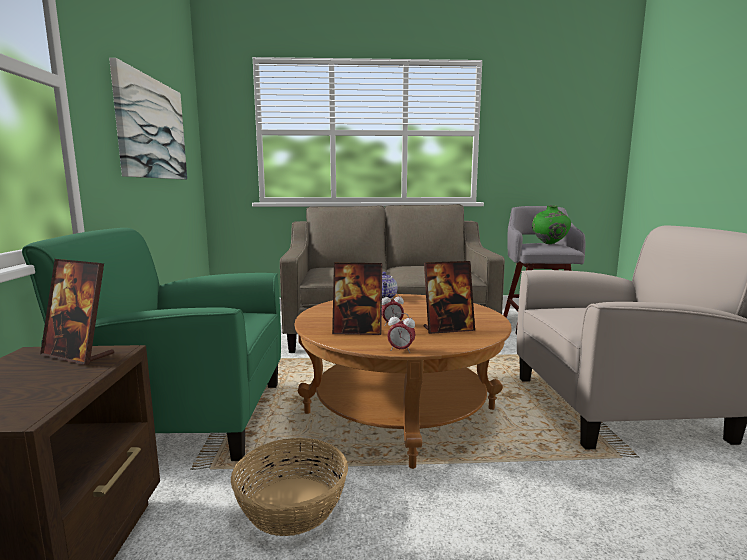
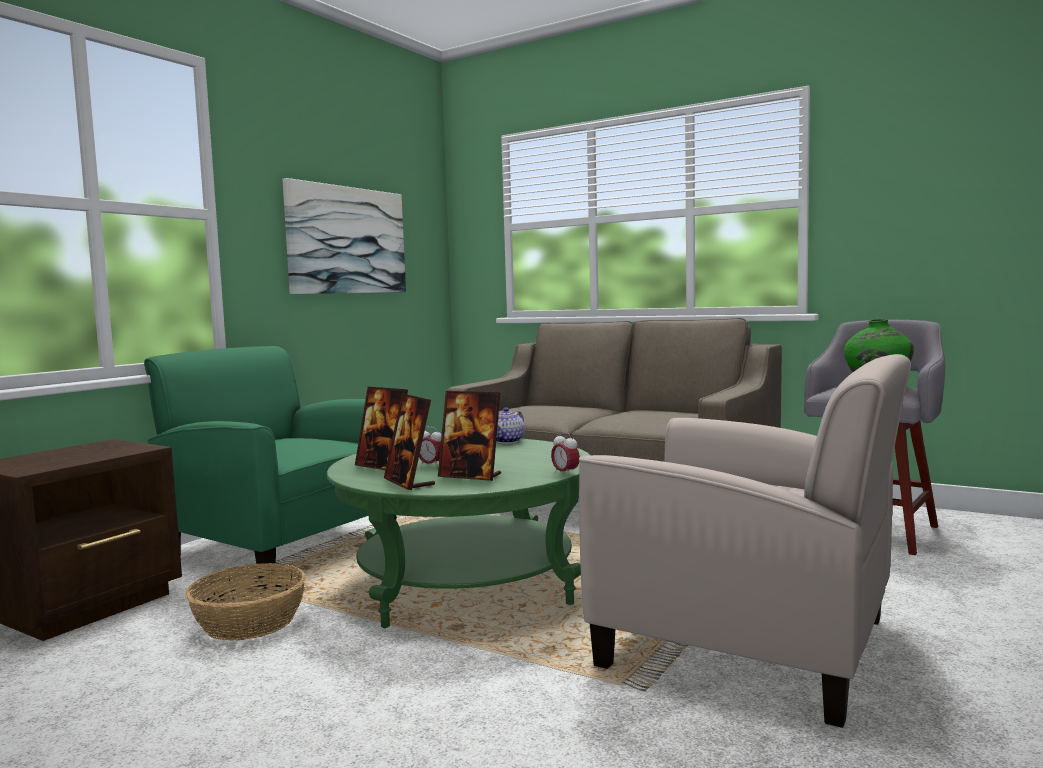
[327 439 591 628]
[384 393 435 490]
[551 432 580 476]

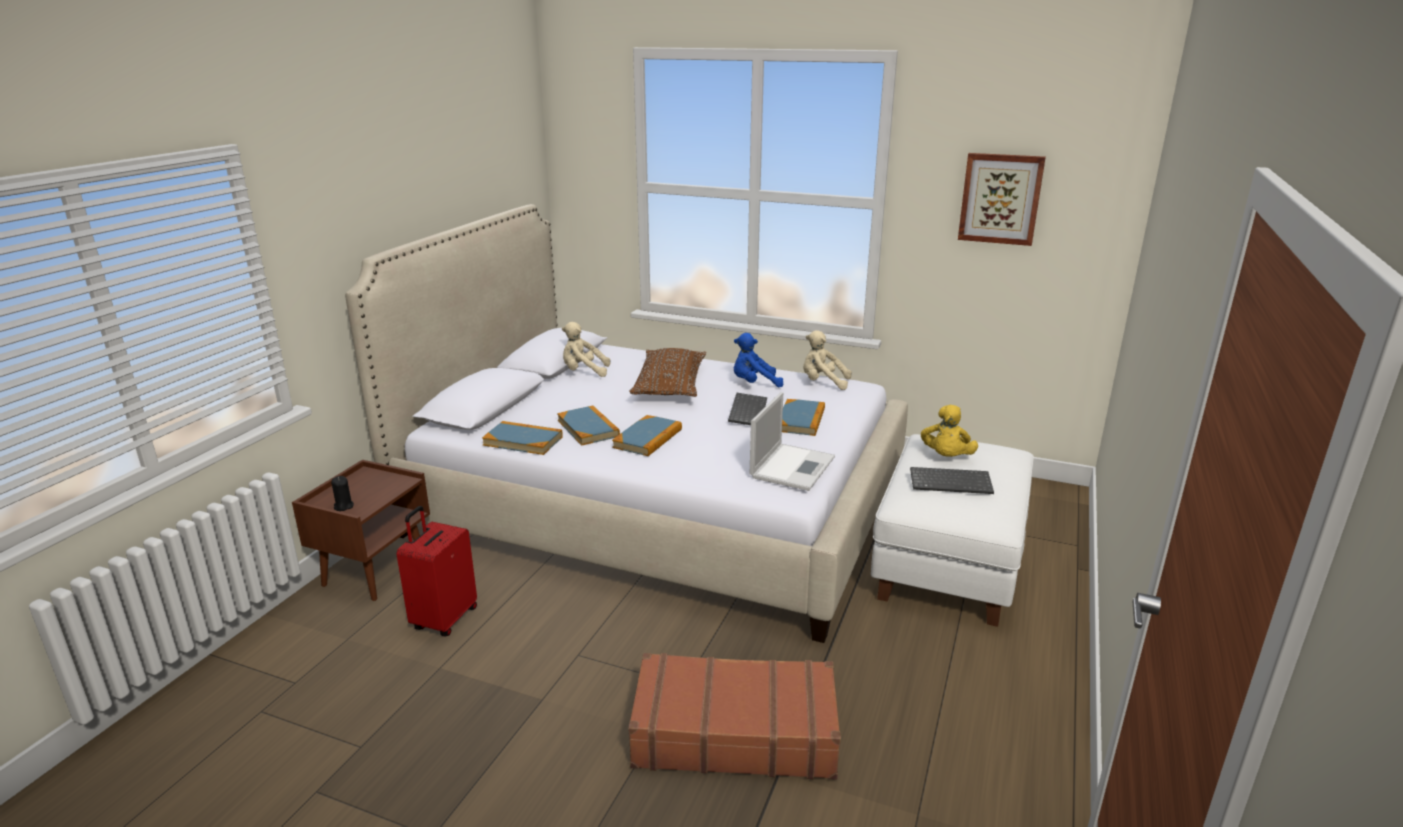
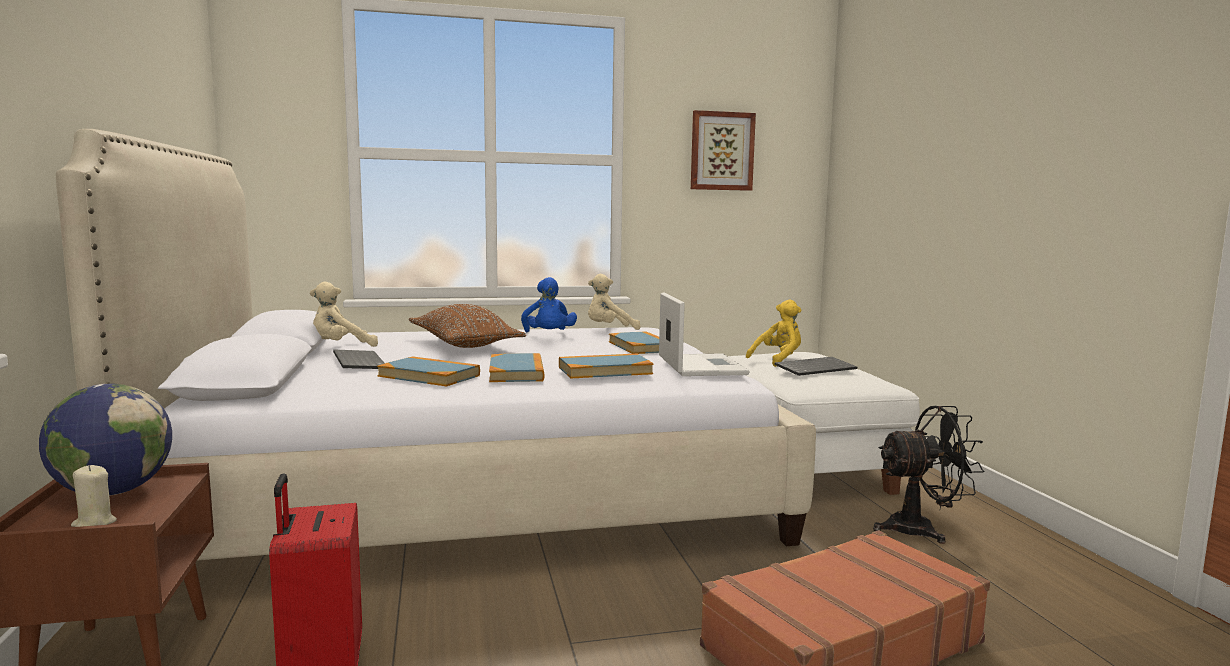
[39 384 172 496]
[71 465 117 527]
[333 349 385 369]
[521 277 577 333]
[559 354 653 378]
[746 300 801 367]
[873 406 984 544]

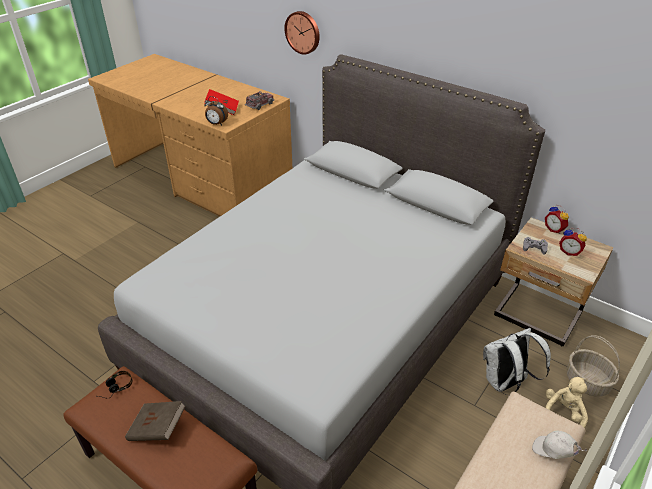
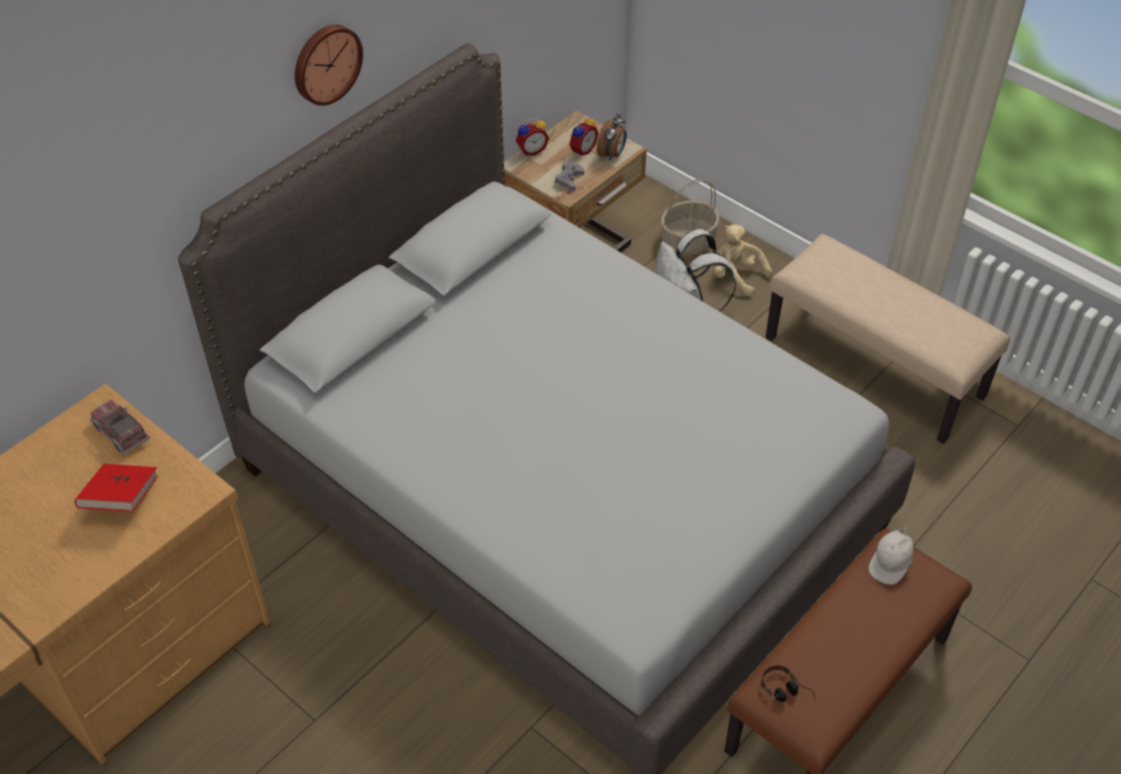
[295 25 363 106]
[597 113 627 161]
[869 524 914 585]
[125 401 186 441] (first image)

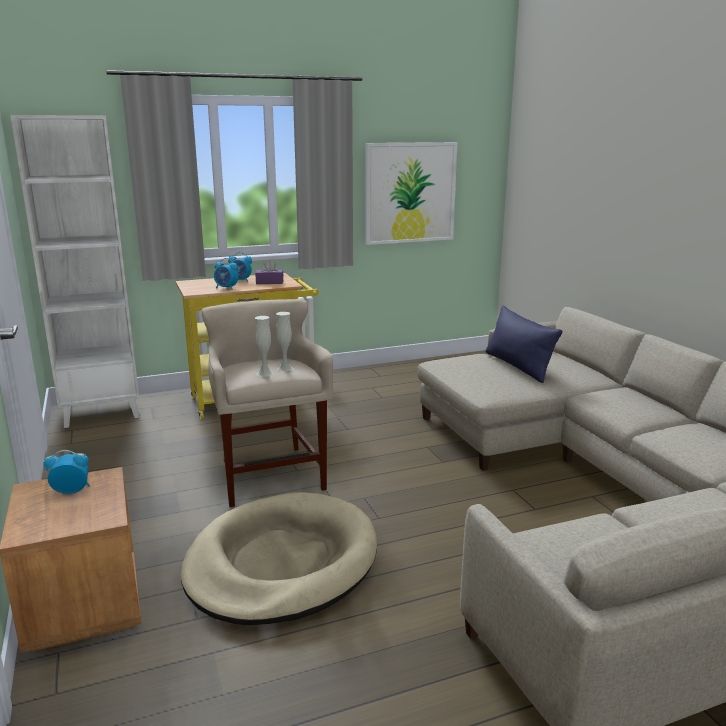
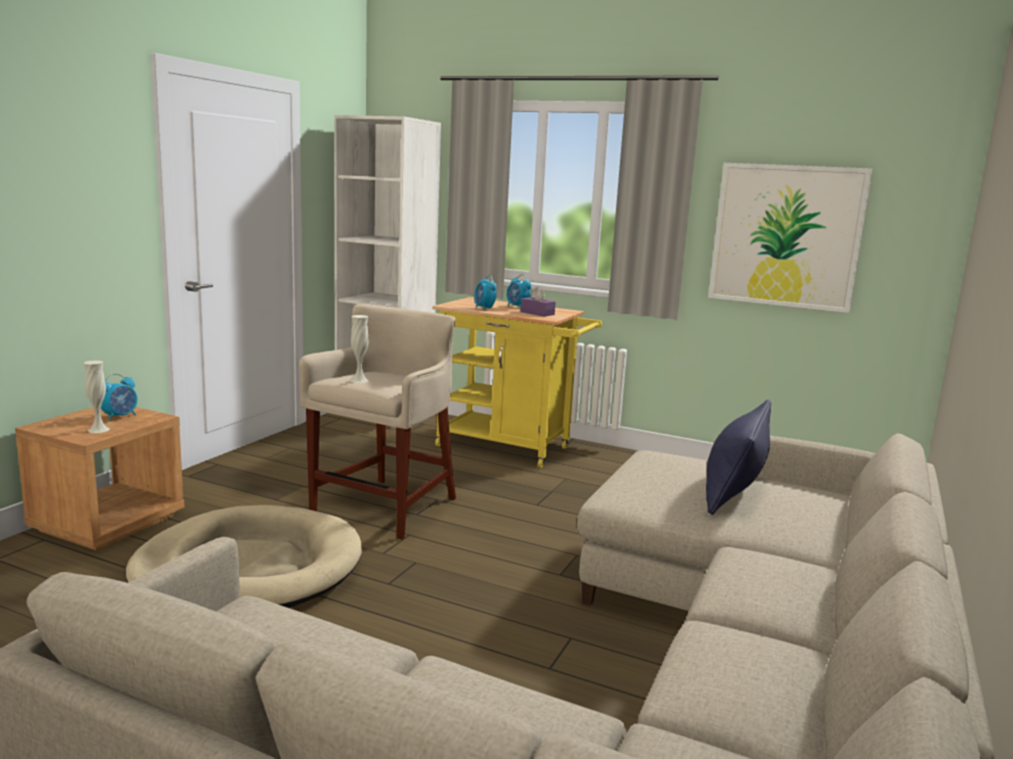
[84 360 110 433]
[101 373 137 421]

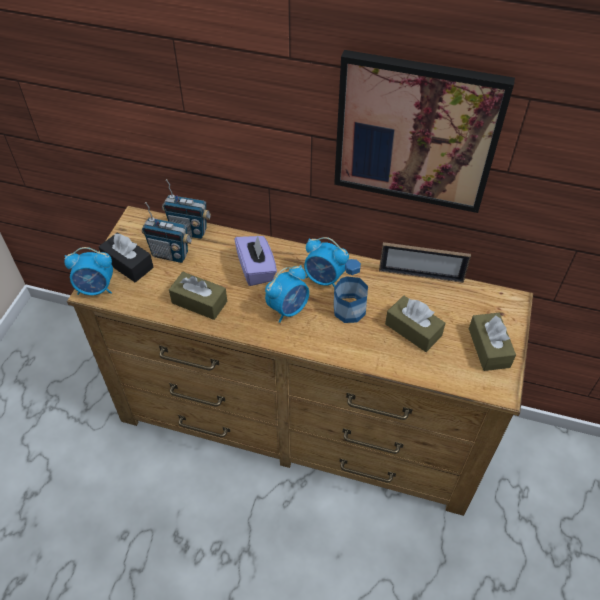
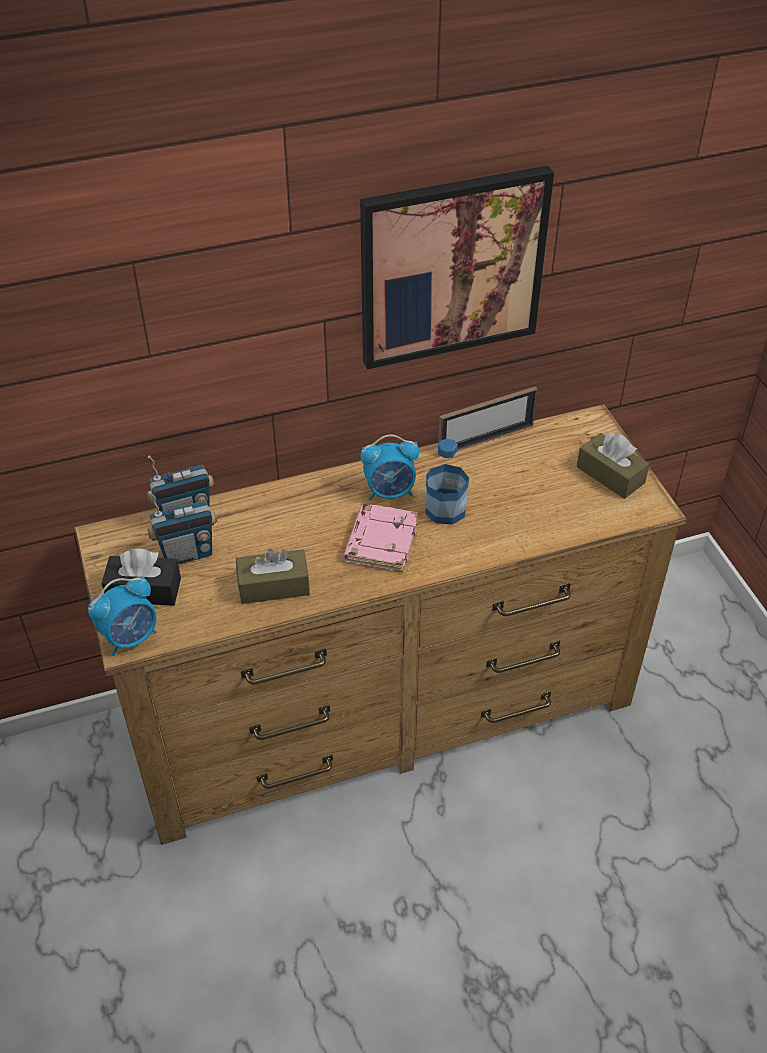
[344 504 418 572]
[234 236 277 286] (first image)
[385 296 446 352] (first image)

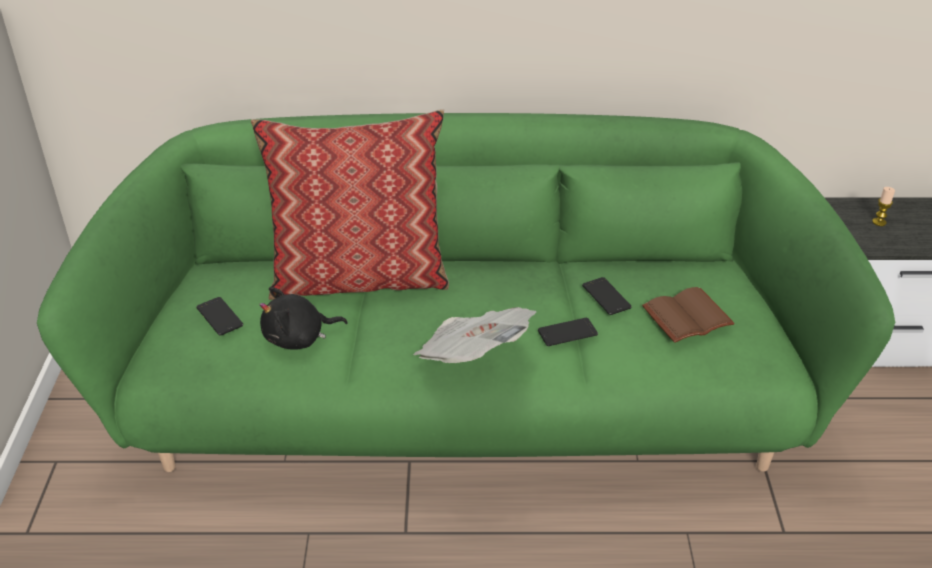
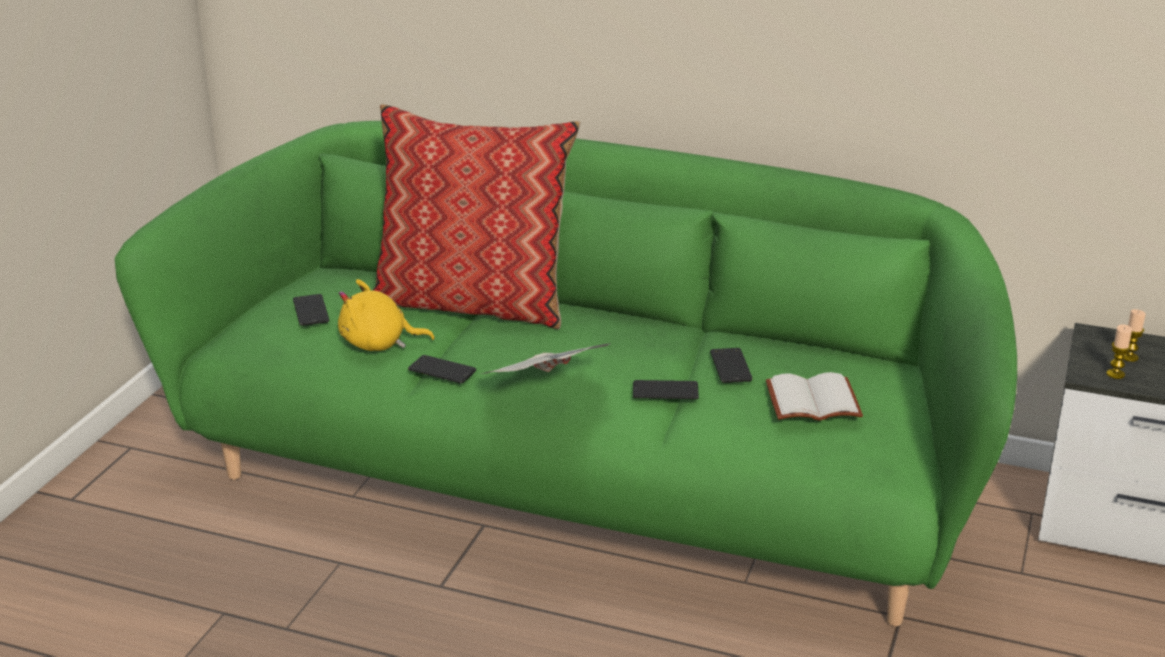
[338 279 435 351]
[408 355 476 384]
[766 372 863 421]
[1106 324 1132 379]

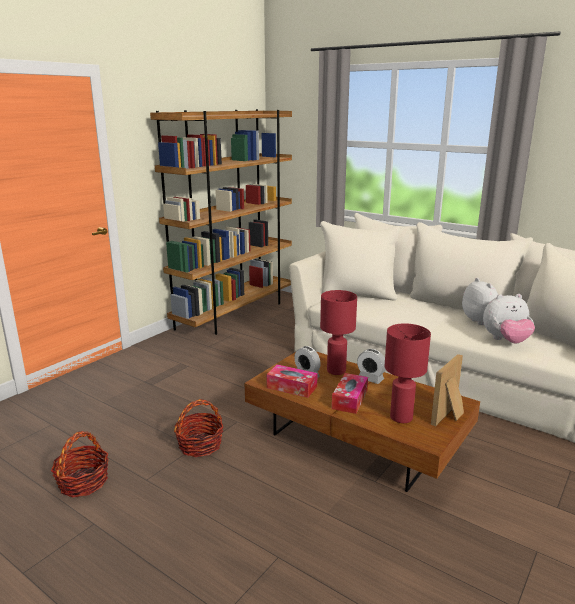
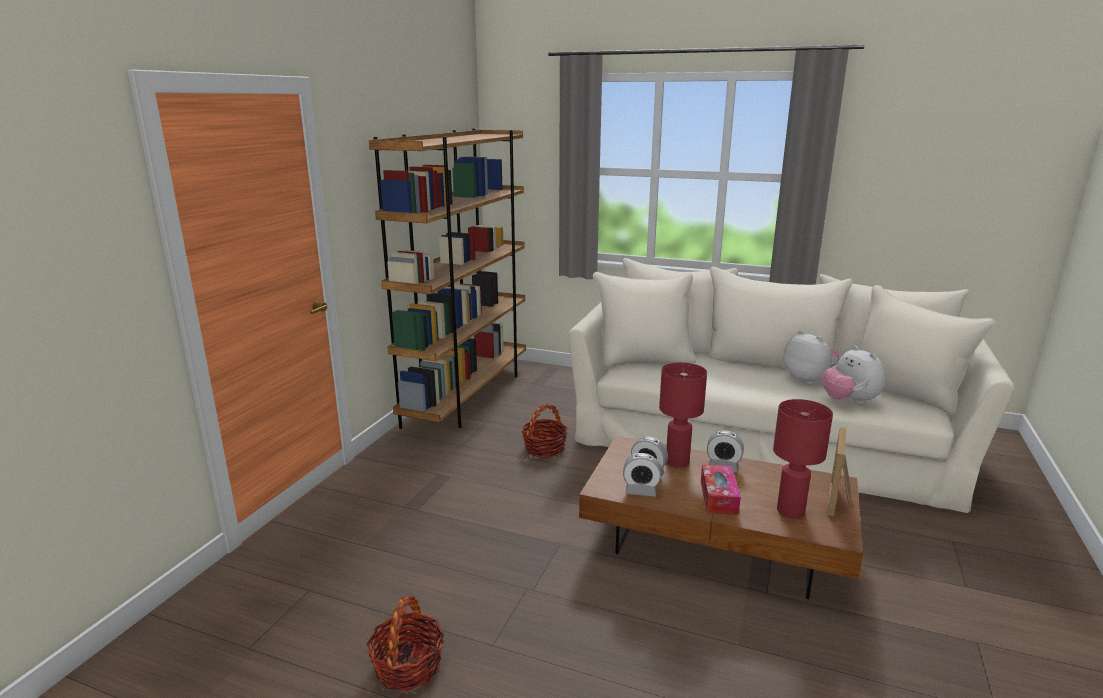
[522 404 567 458]
[623 453 661 496]
[822 346 886 405]

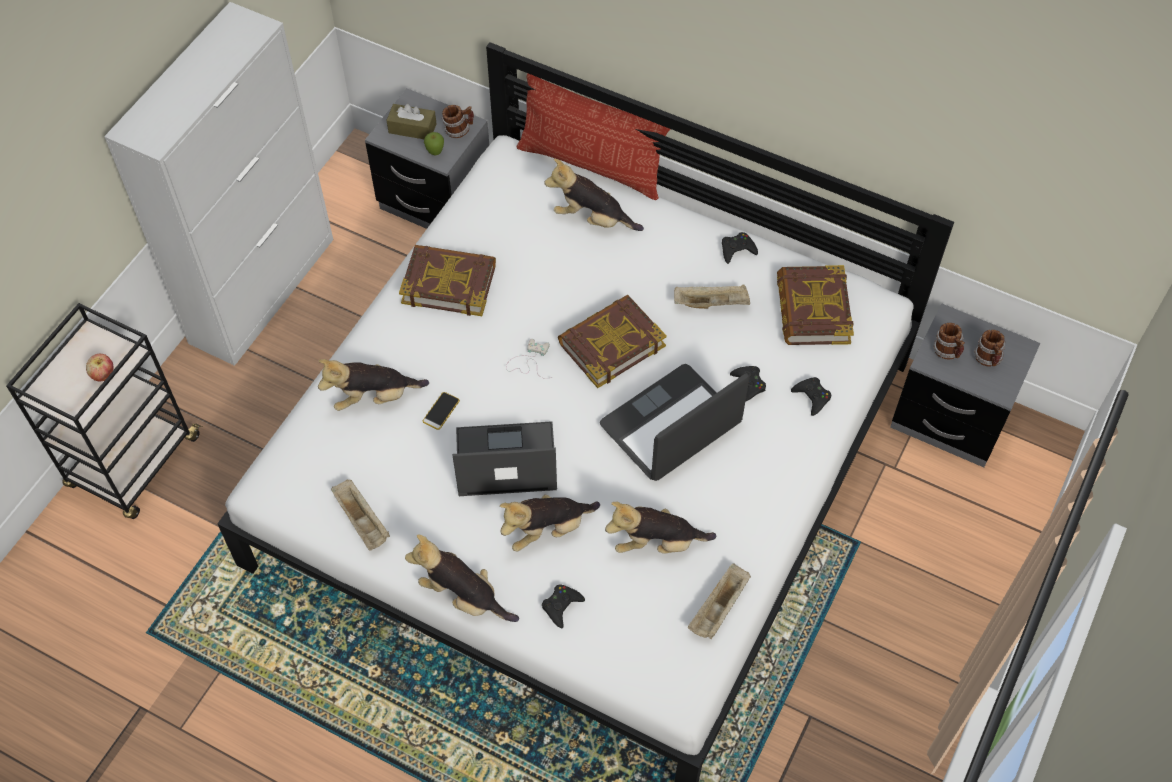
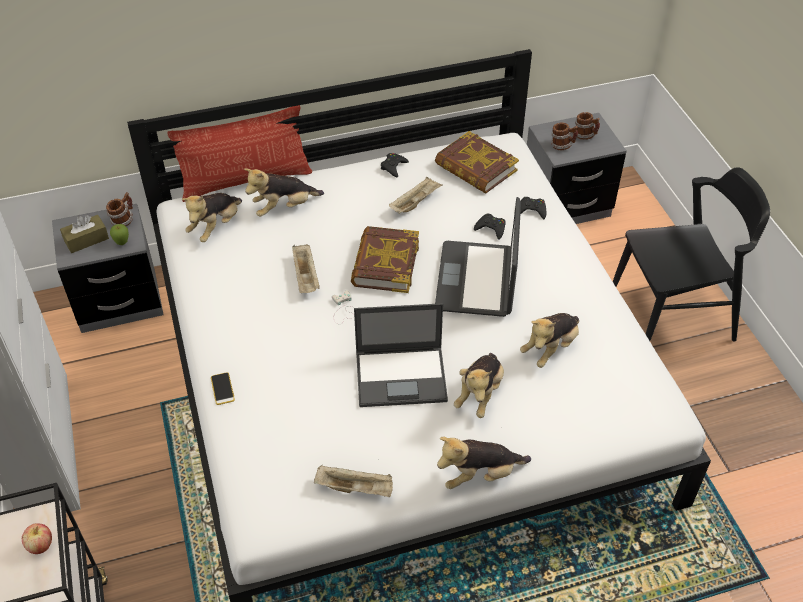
[181 193 242 242]
[211 372 235 405]
[292 244 319 293]
[354 303 448 407]
[613 167 770 342]
[399 245 496 316] (first image)
[542 584 585 628] (first image)

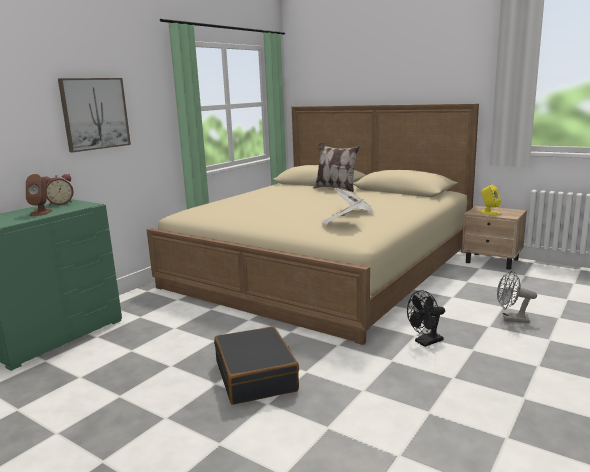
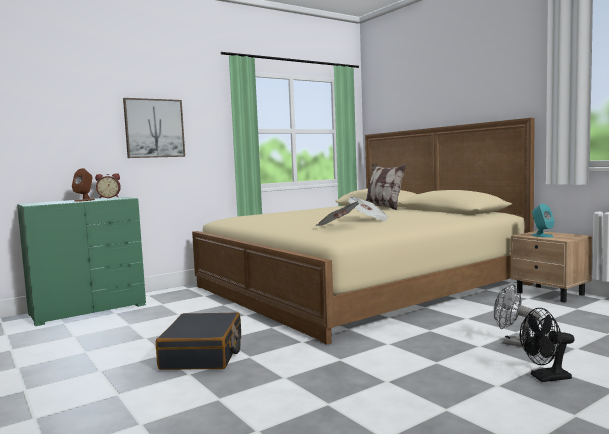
[520 308 574 382]
[532 204 554 238]

